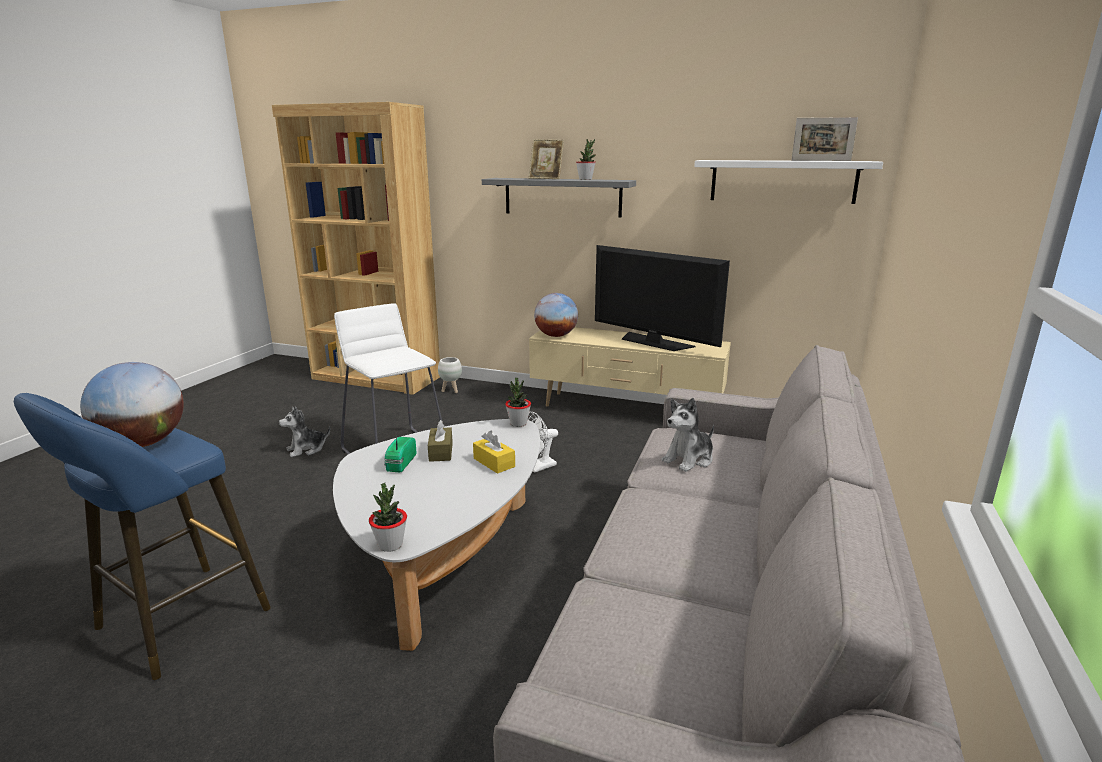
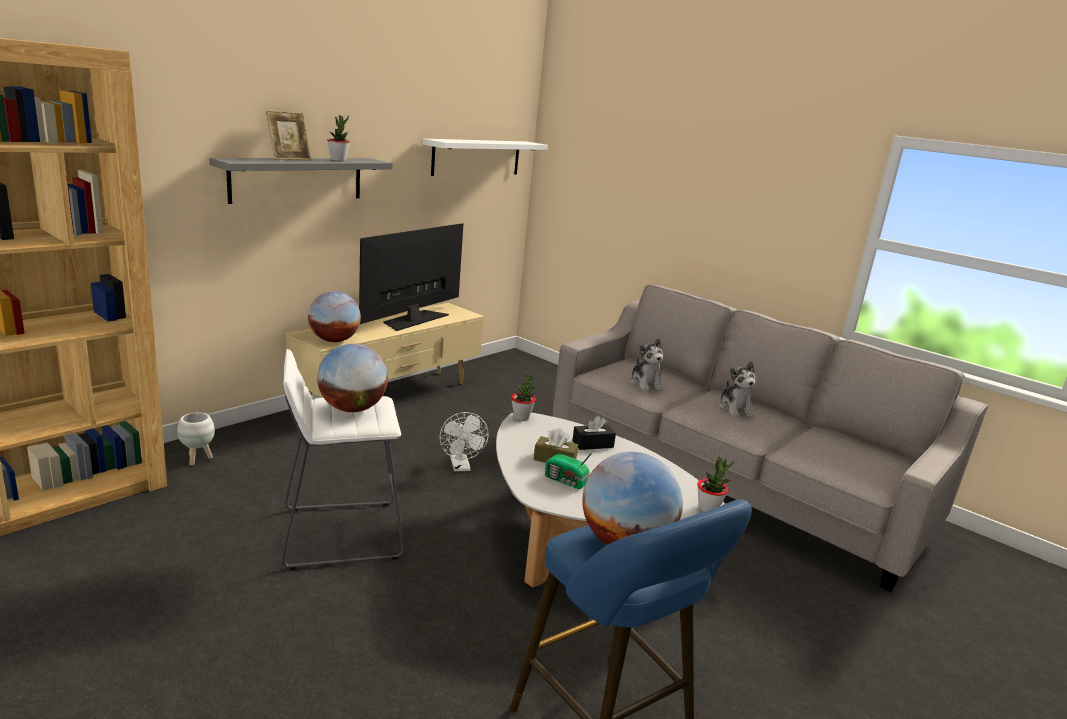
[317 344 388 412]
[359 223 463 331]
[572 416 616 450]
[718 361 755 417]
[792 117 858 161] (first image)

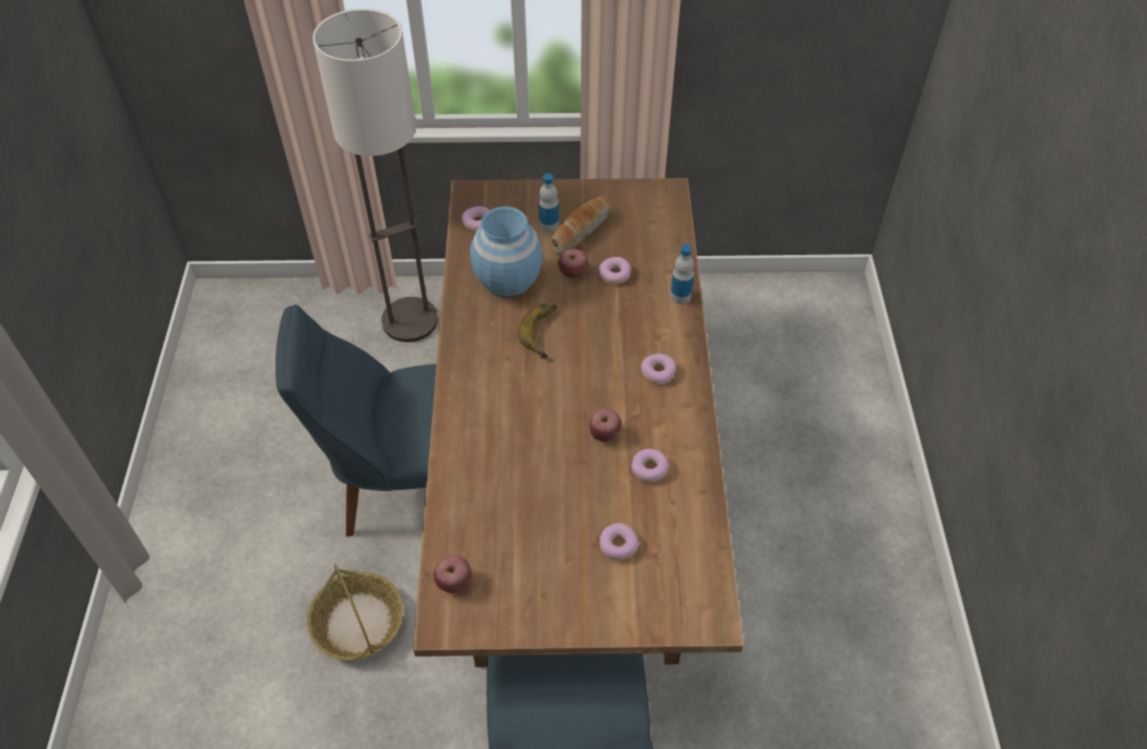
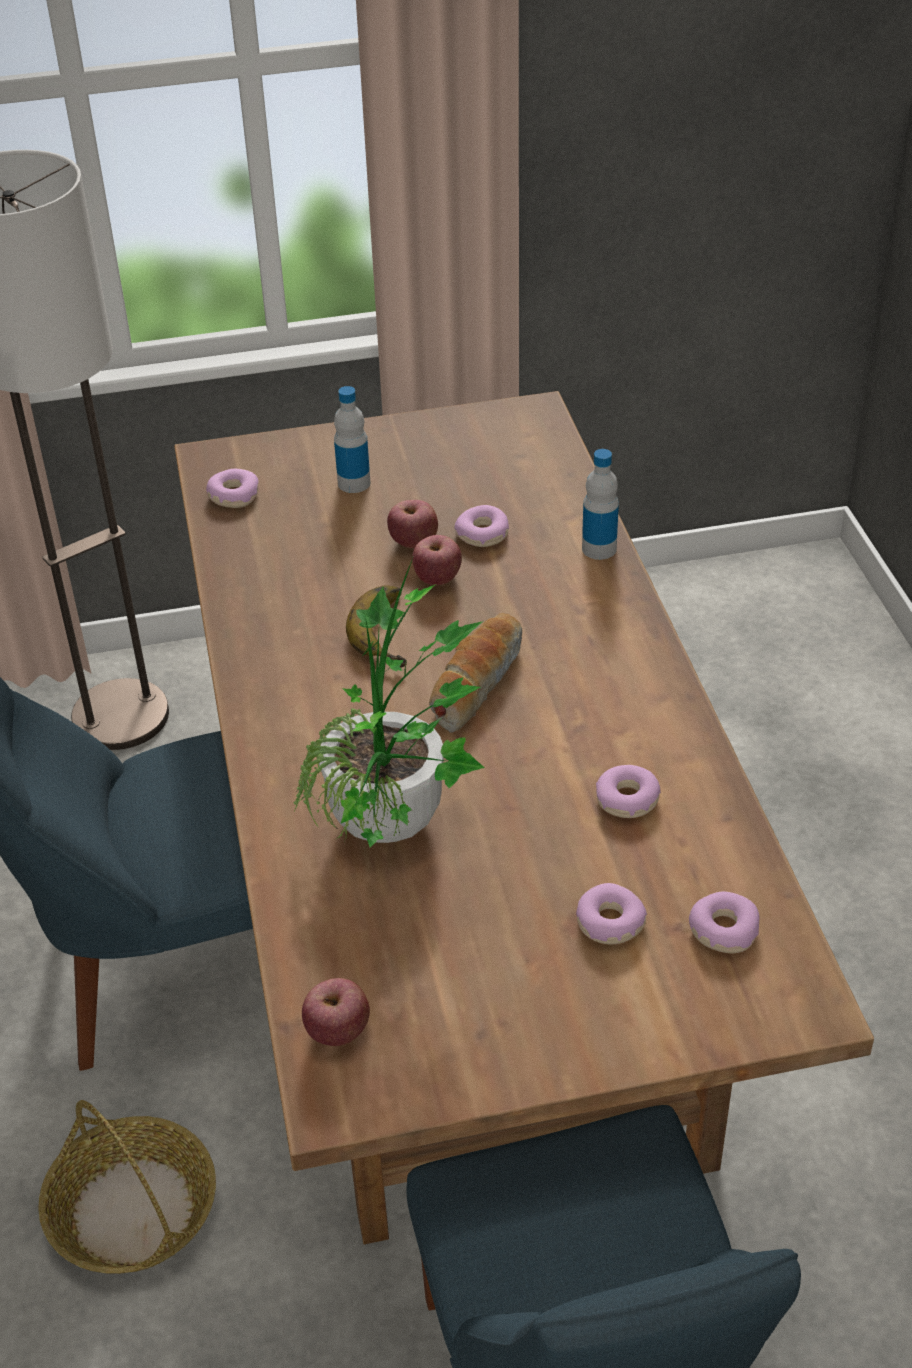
[293 558 484 848]
[412 535 462 585]
[429 613 522 733]
[689 891 760 953]
[470 206 543 298] (first image)

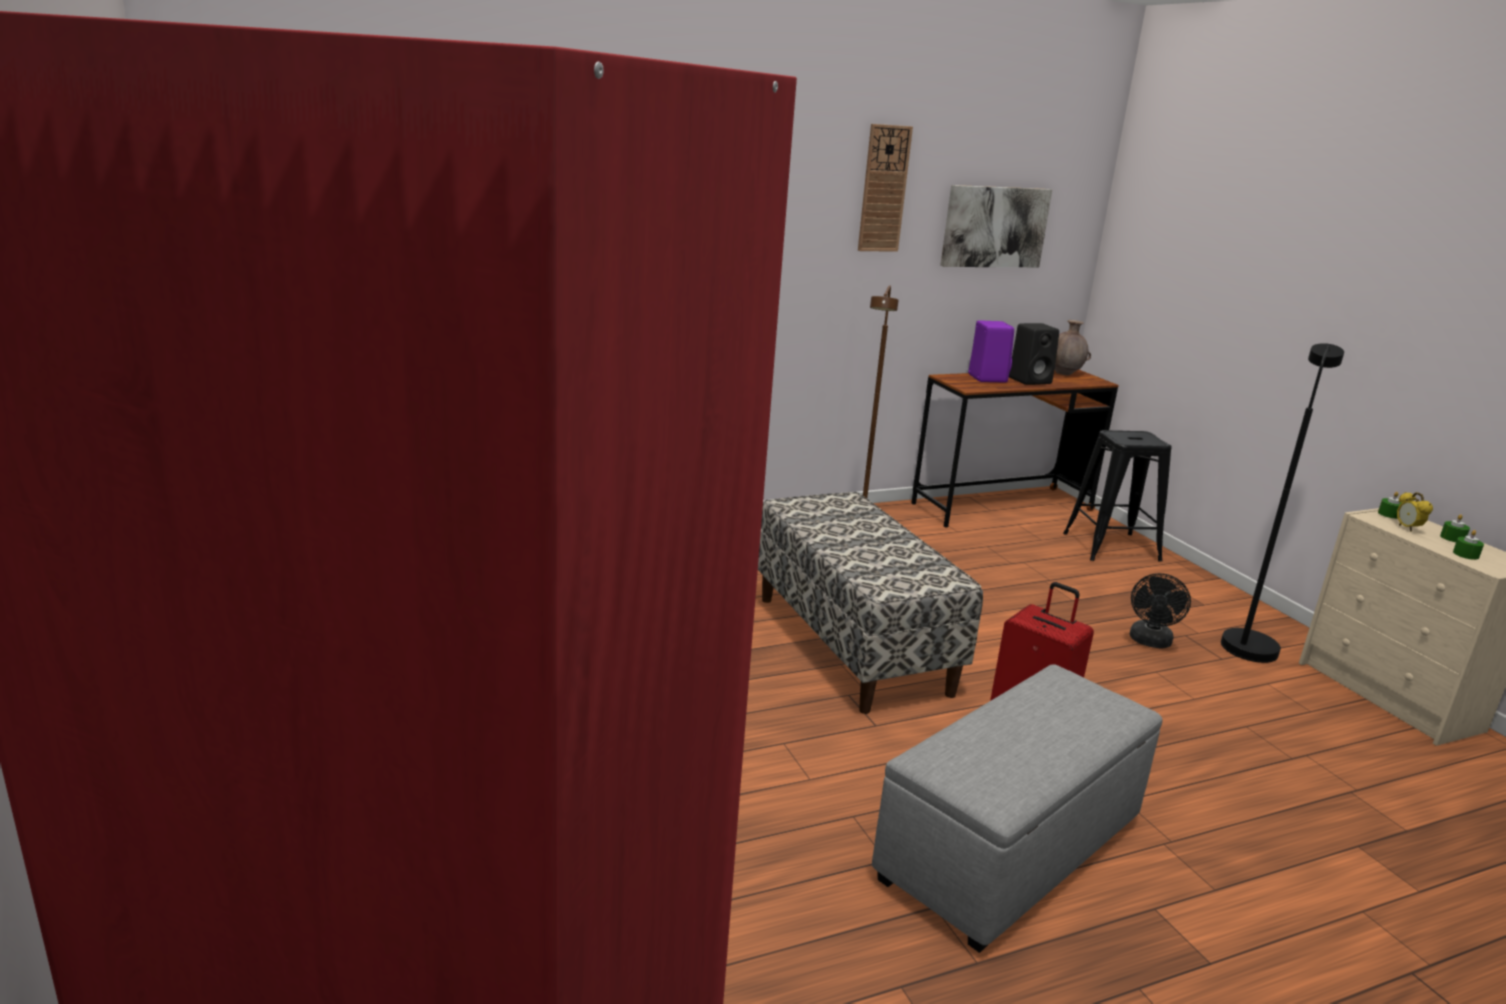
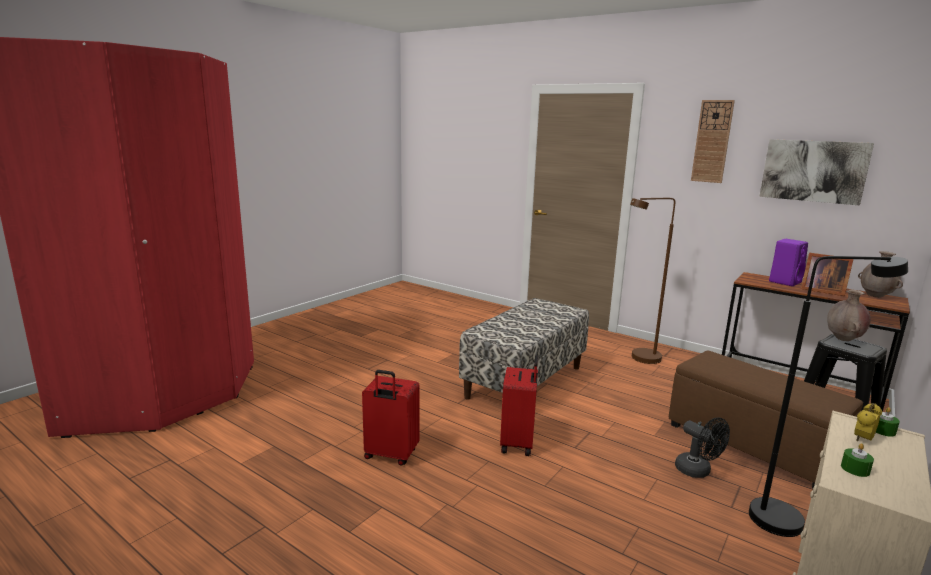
[362 370 420 466]
[669 351 863 488]
[675 417 730 478]
[801 253 853 296]
[827 289 871 341]
[1440 514 1470 542] (first image)

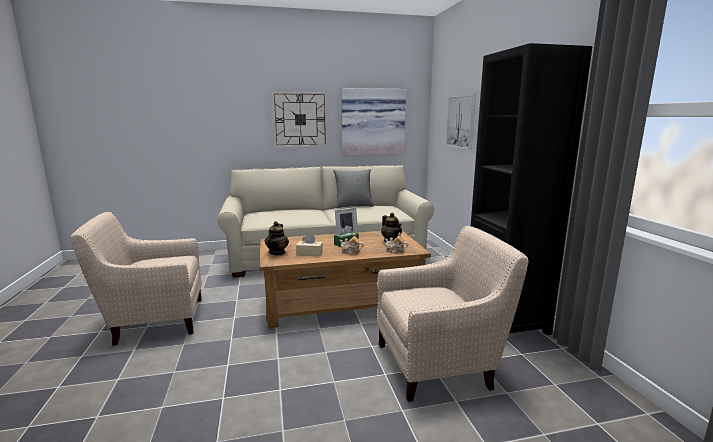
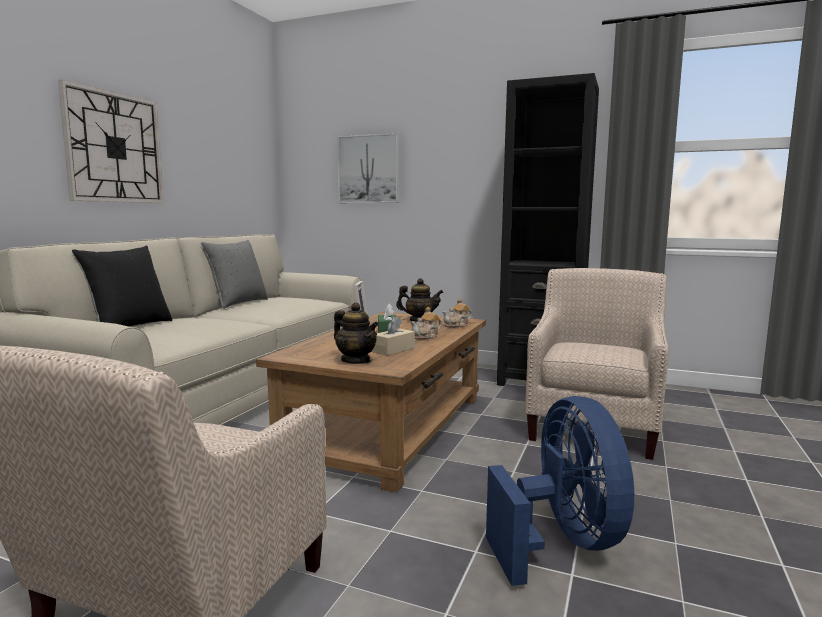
[72 246 173 326]
[486 396 634 586]
[342 88 406 155] (first image)

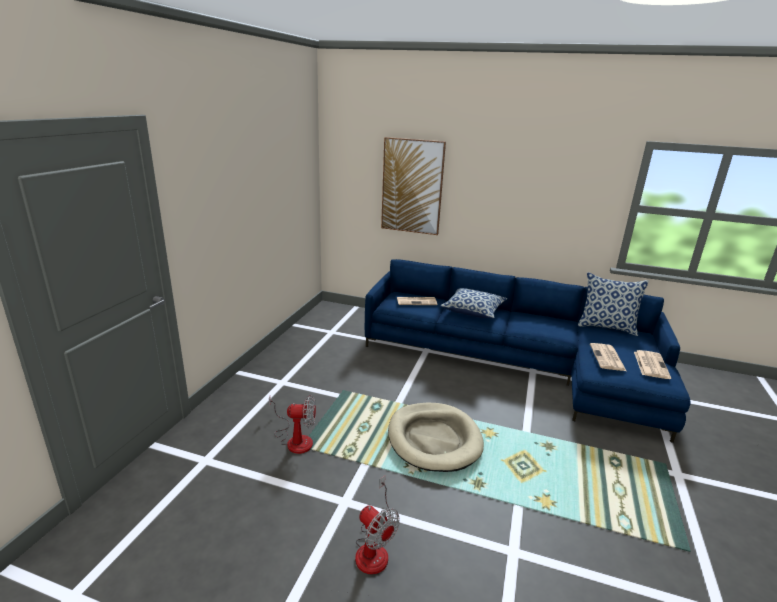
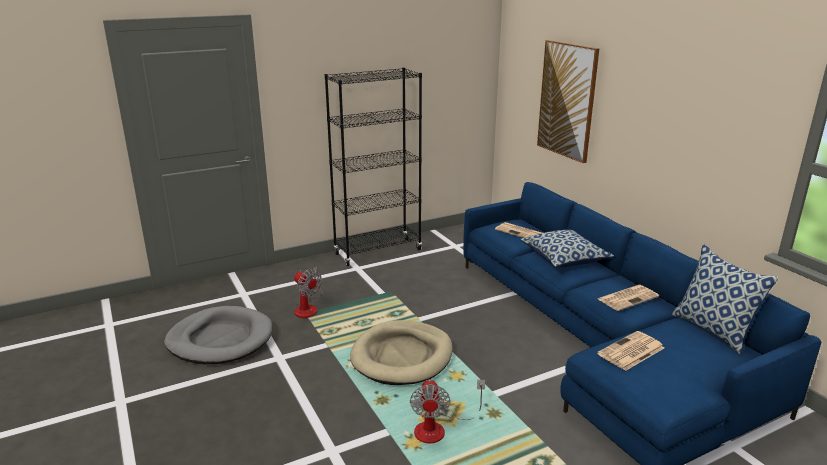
[164 306 272 364]
[325 67 422 266]
[410 380 485 443]
[598 285 659 311]

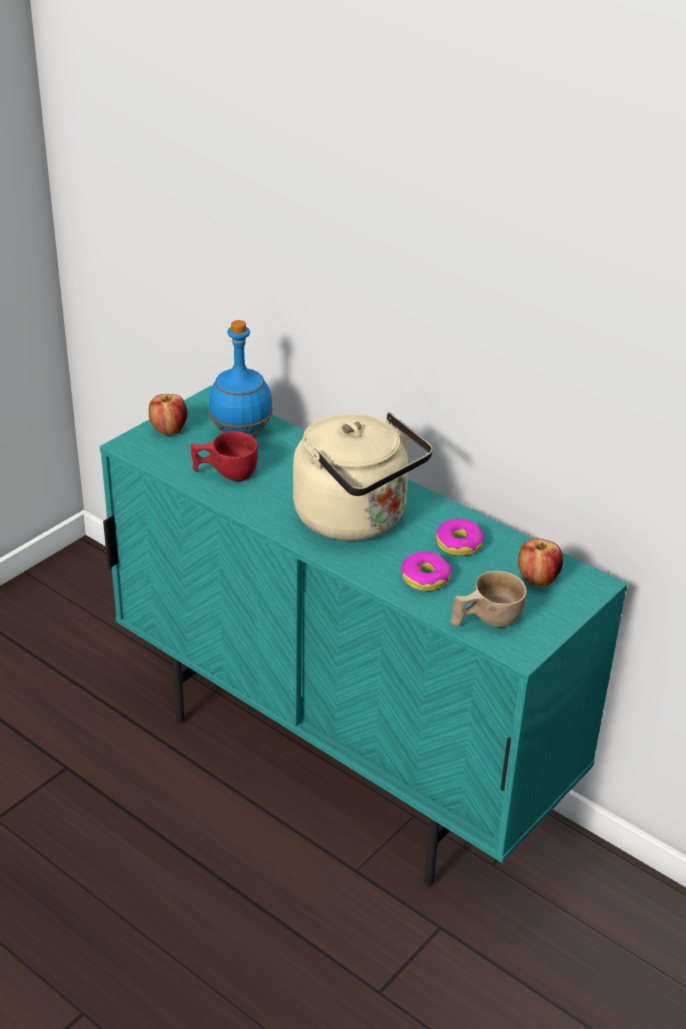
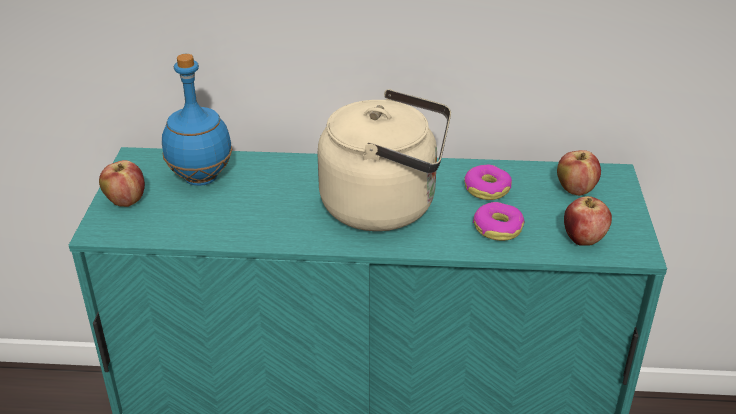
[564 196 612 246]
[191 431 258 481] (first image)

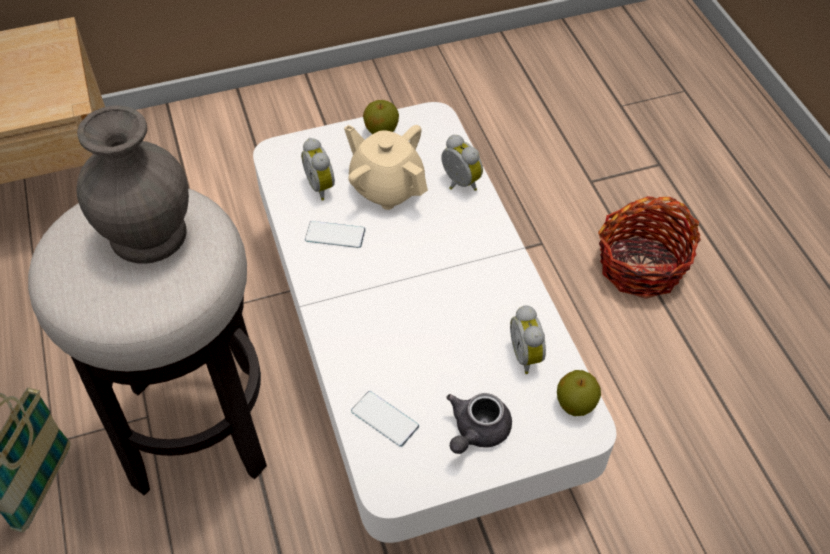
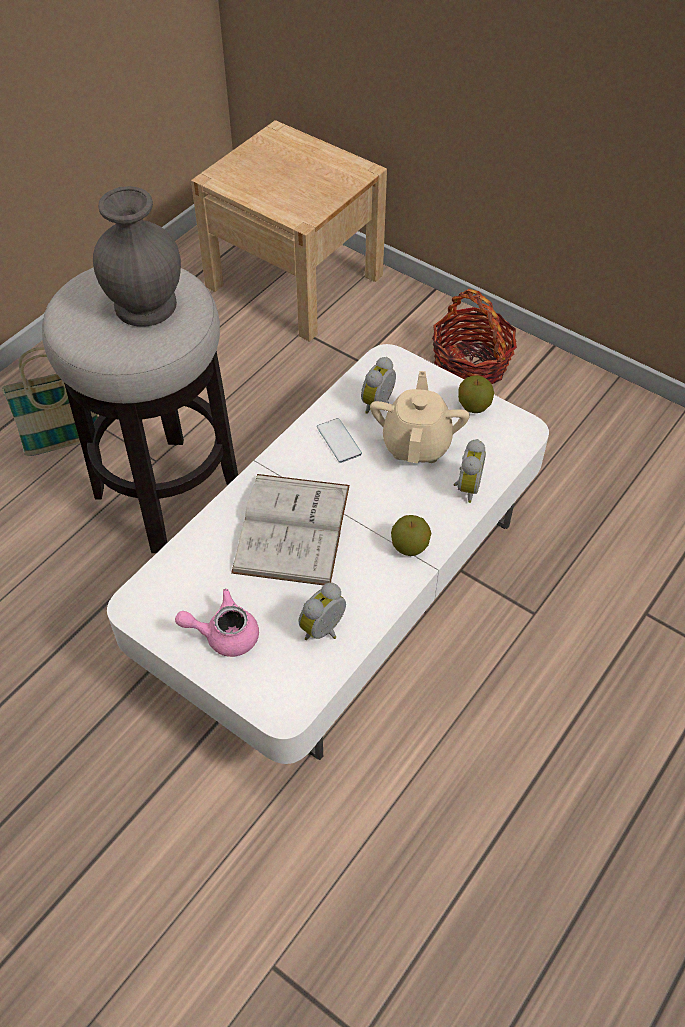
[175 589 259 657]
[231 474 350 585]
[391 515 431 556]
[432 289 517 384]
[351 391 419 447] (first image)

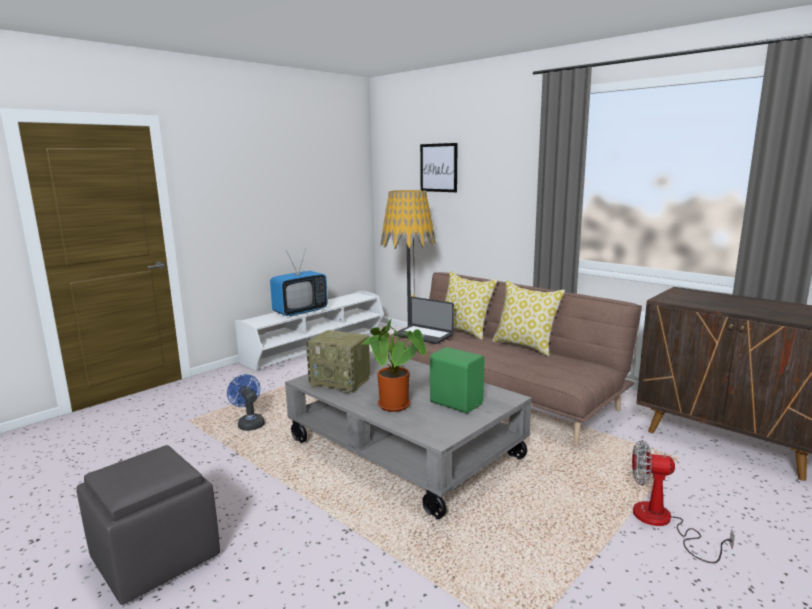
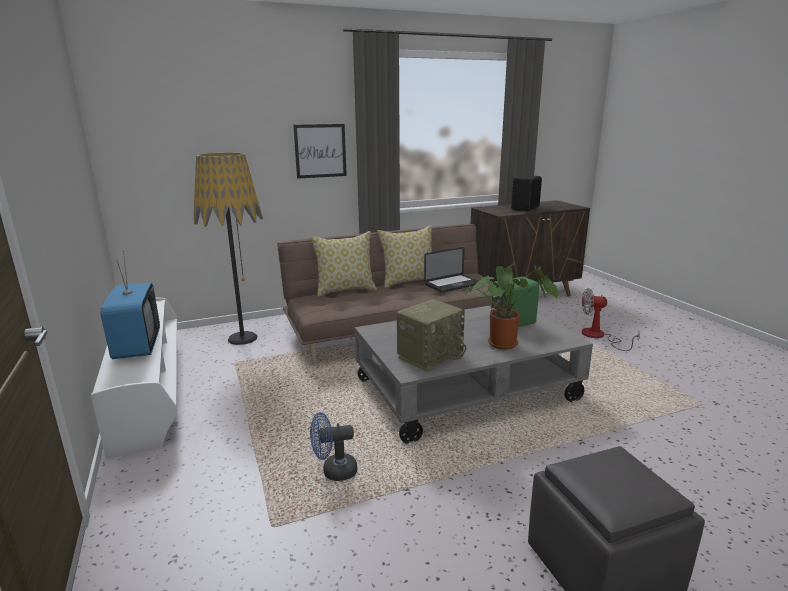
[293 124 347 179]
[424 247 479 293]
[511 175 542 211]
[582 288 640 351]

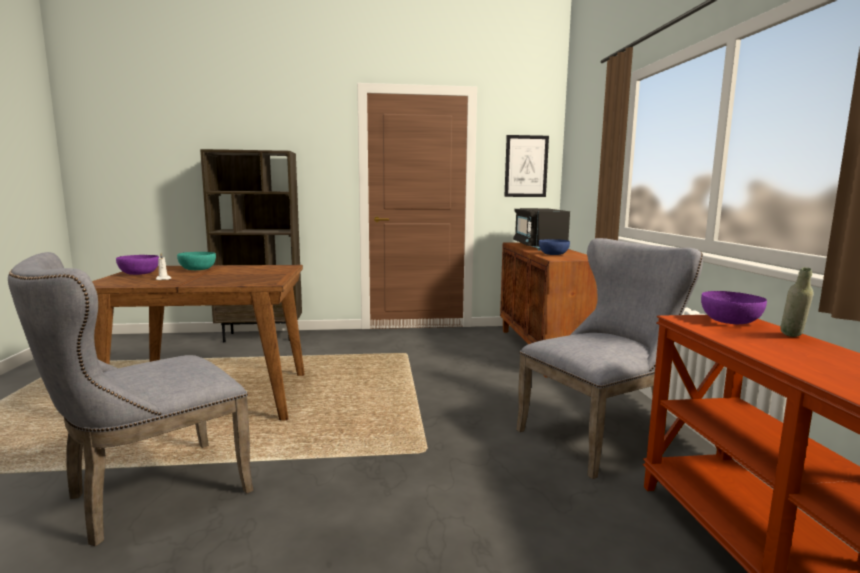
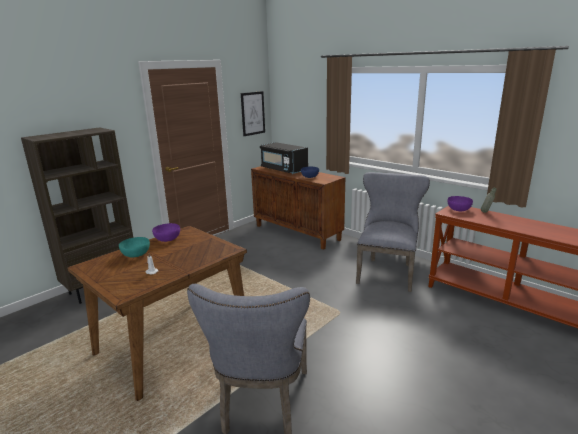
[152 223 180 242]

